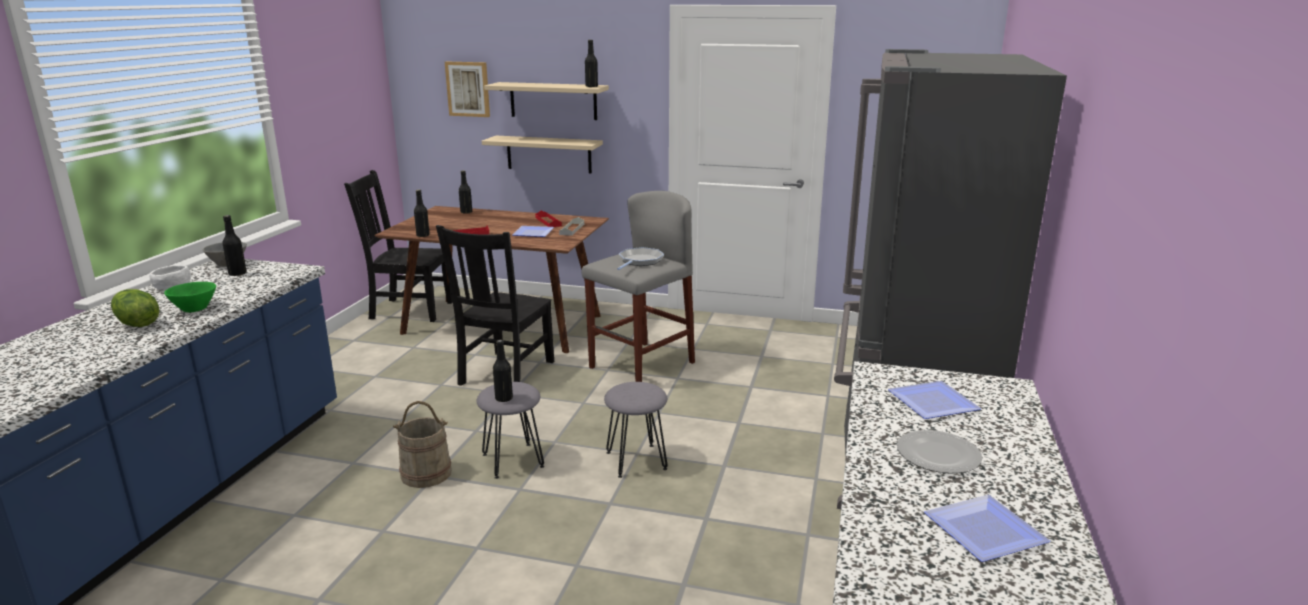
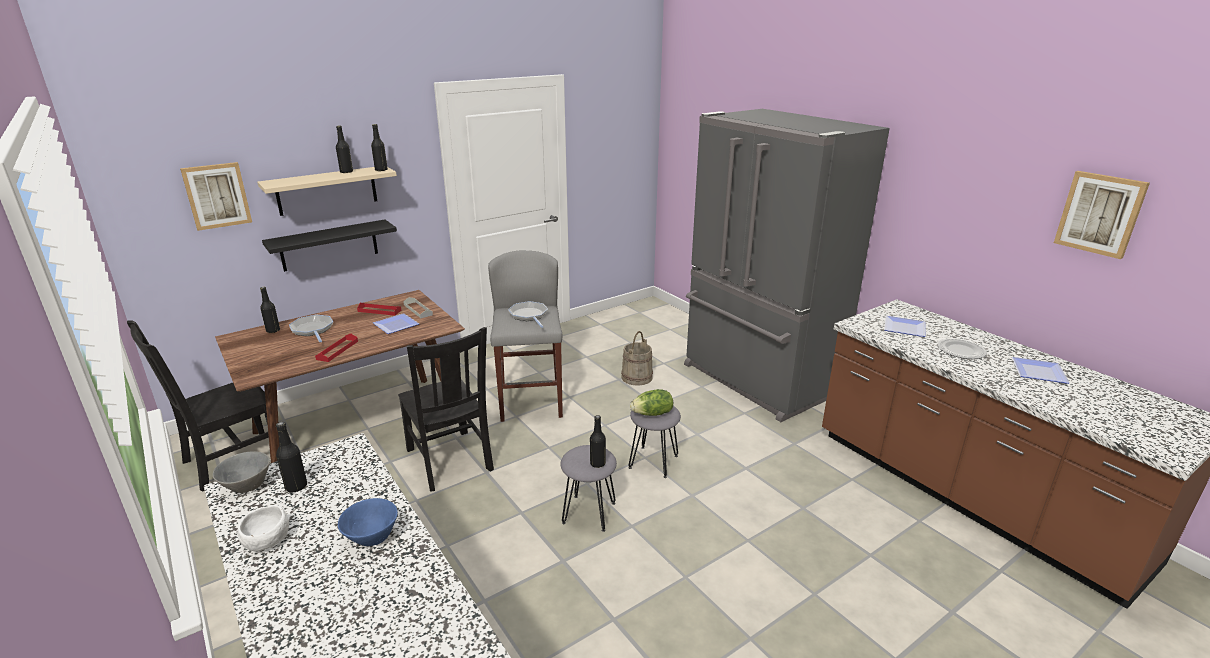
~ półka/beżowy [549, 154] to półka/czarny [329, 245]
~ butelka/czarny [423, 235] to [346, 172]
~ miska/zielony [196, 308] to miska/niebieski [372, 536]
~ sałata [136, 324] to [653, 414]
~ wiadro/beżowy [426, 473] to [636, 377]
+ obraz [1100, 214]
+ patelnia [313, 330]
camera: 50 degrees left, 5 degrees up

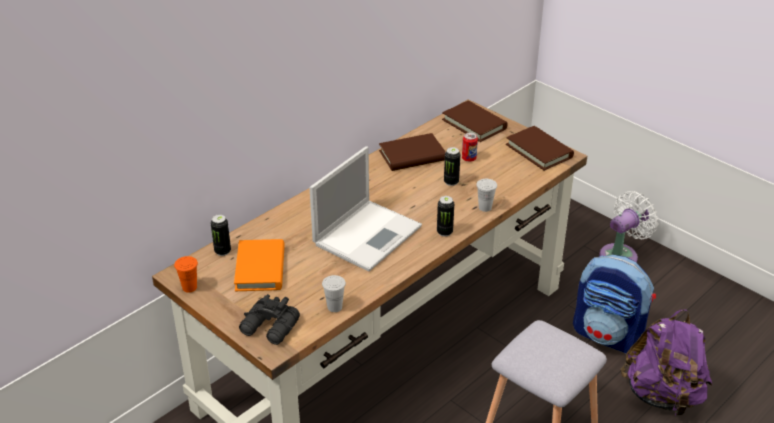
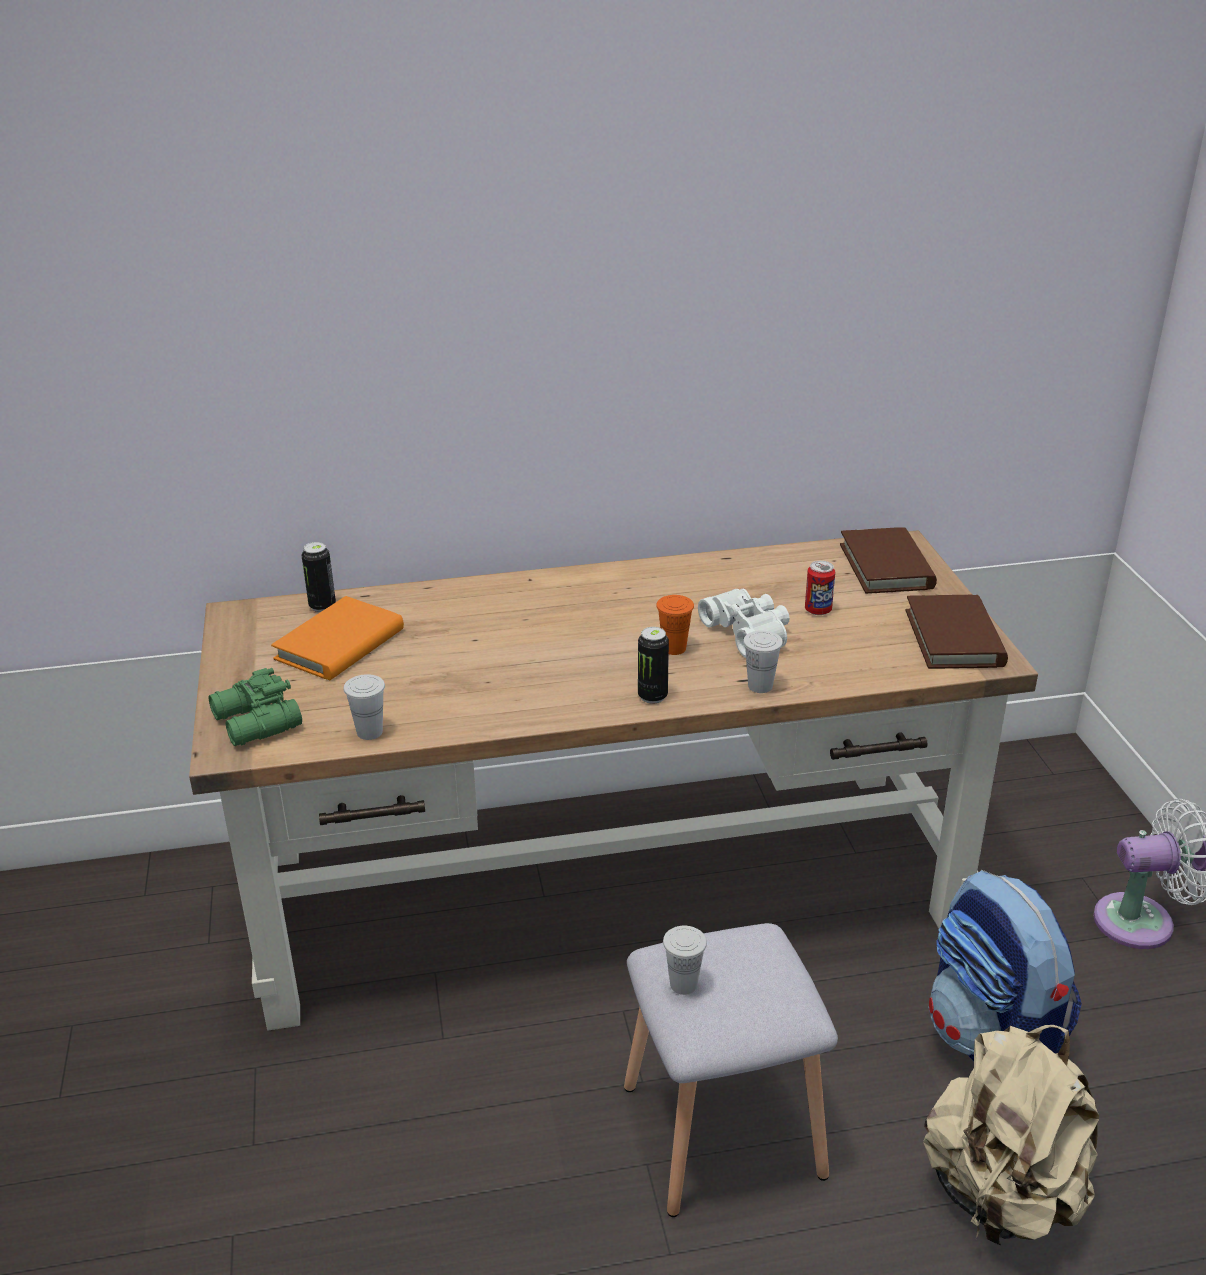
- książka/brązowy [412, 156]
- laptop [368, 234]
~ puszka [451, 182] to lornetka/biały [749, 632]
~ filiżanka/pomarańczowy [189, 287] to [674, 648]
~ lornetka/czarny [270, 328] to lornetka/zielony [255, 723]
~ plecak/fioletowy [662, 395] to plecak/beżowy [1002, 1194]
+ filiżanka/biały [683, 984]
camera: 35 degrees right, 5 degrees down

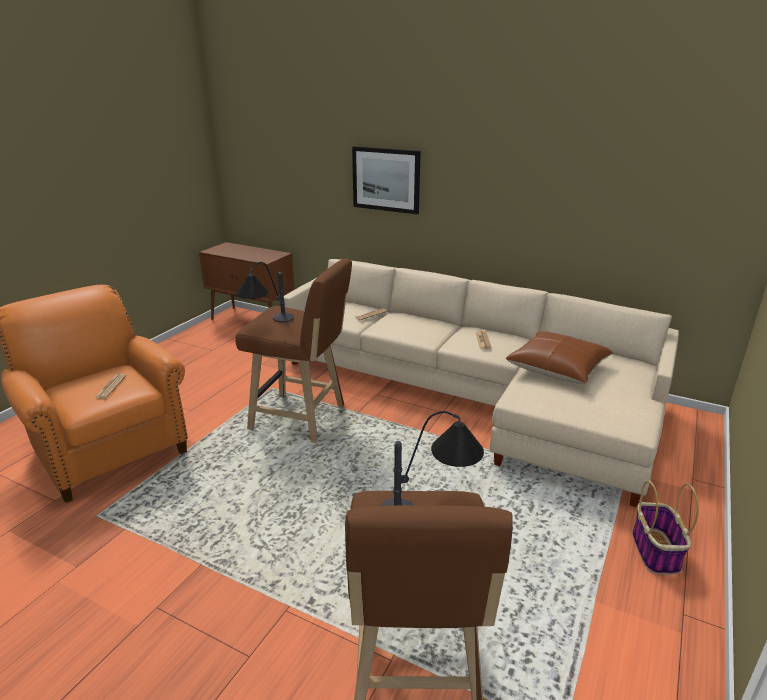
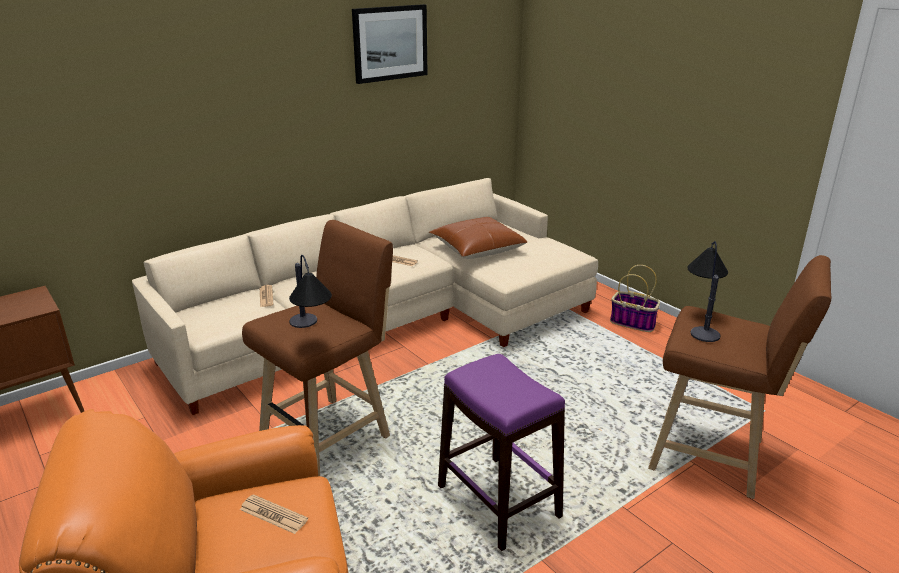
~ obraz [386, 179] to [390, 43]
+ stołek/fioletowy [498, 501]
camera: 65 degrees left, 0 degrees up

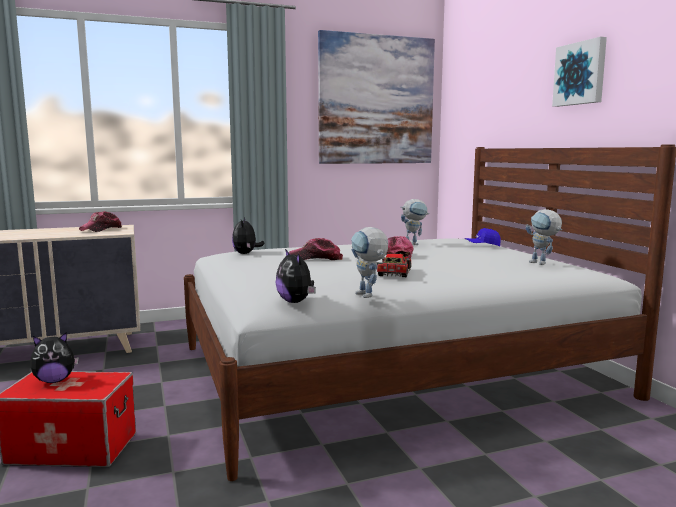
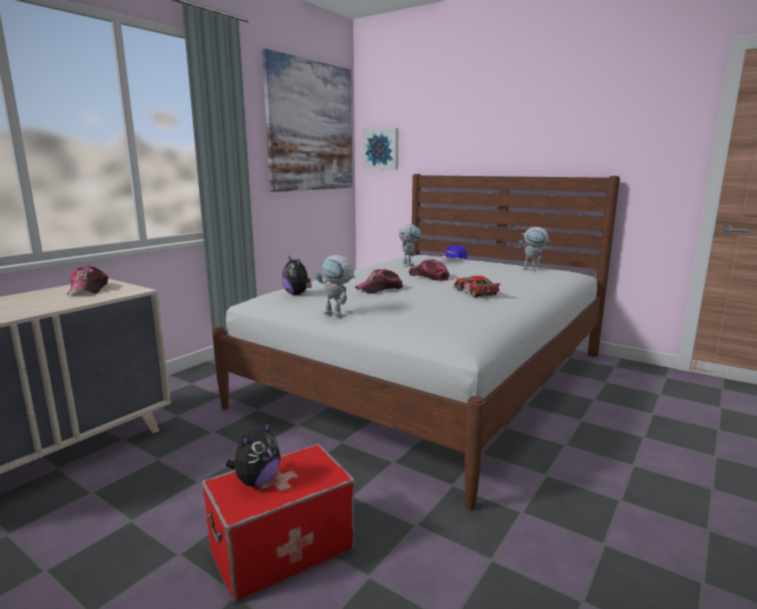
~ obraz [580, 73] to [382, 149]
~ robot zabawkowy [368, 296] to [337, 314]
- pluszak [296, 302]
camera: 35 degrees left, 5 degrees up

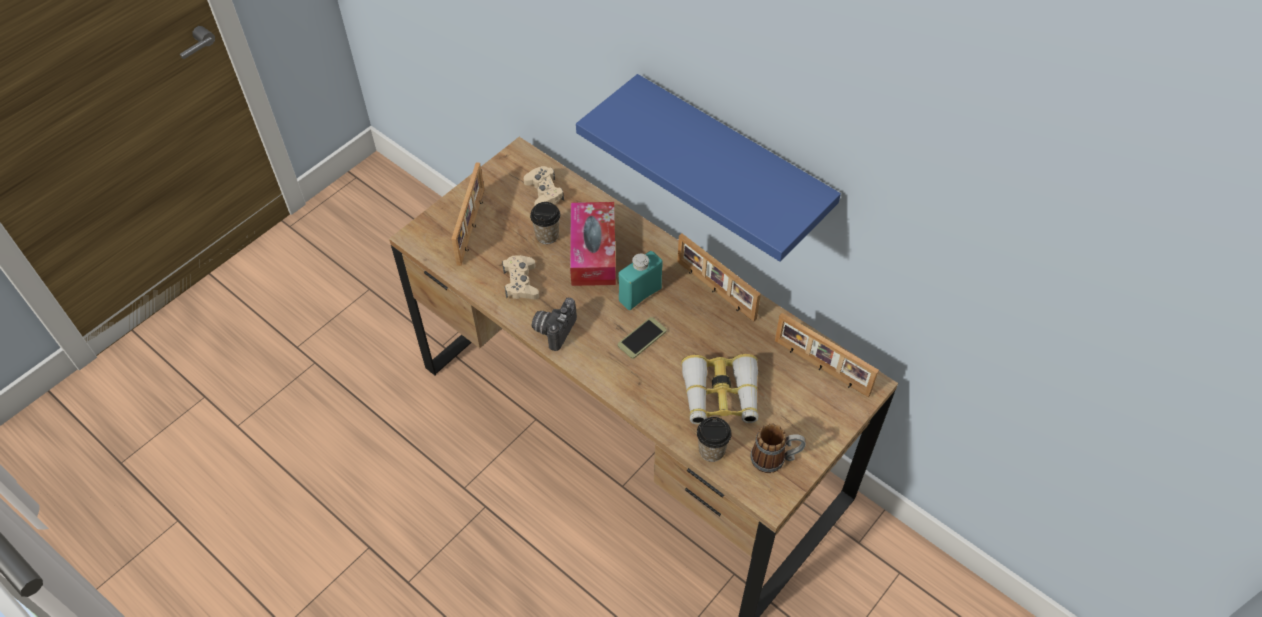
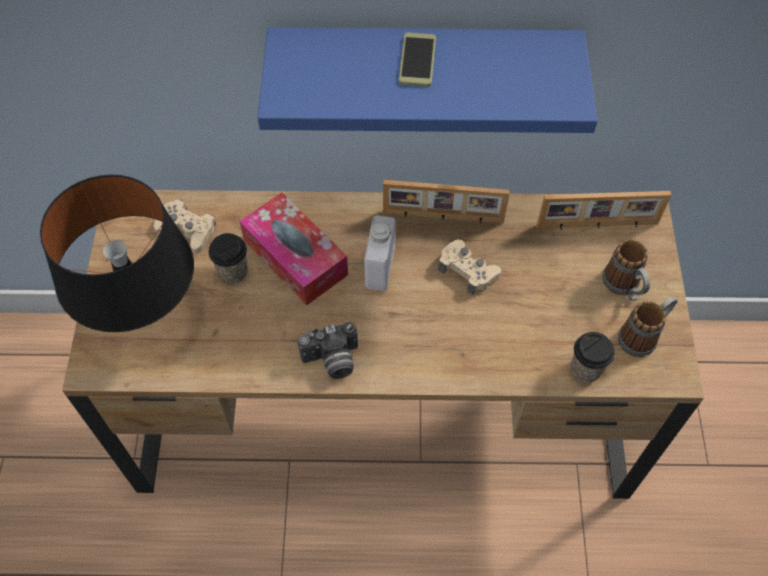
~ ramka na zdjęcie [472, 226] to lampa stołowa/czarny [145, 315]
~ butelka/turkusowy [640, 294] to butelka/biały [380, 268]
~ pad do gier/beżowy [521, 282] to [468, 270]
~ aparat fotograficzny [554, 329] = [332, 361] 90 degrees counterclockwise
~ telefon [642, 338] to [417, 60]
- lornetka [720, 396]
+ kubek [624, 287]
camera: 40 degrees left, 5 degrees up

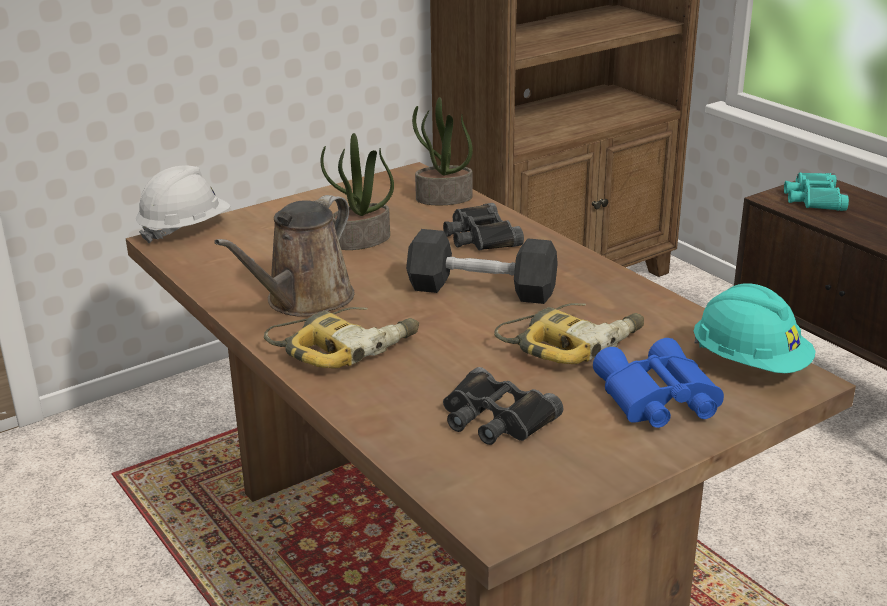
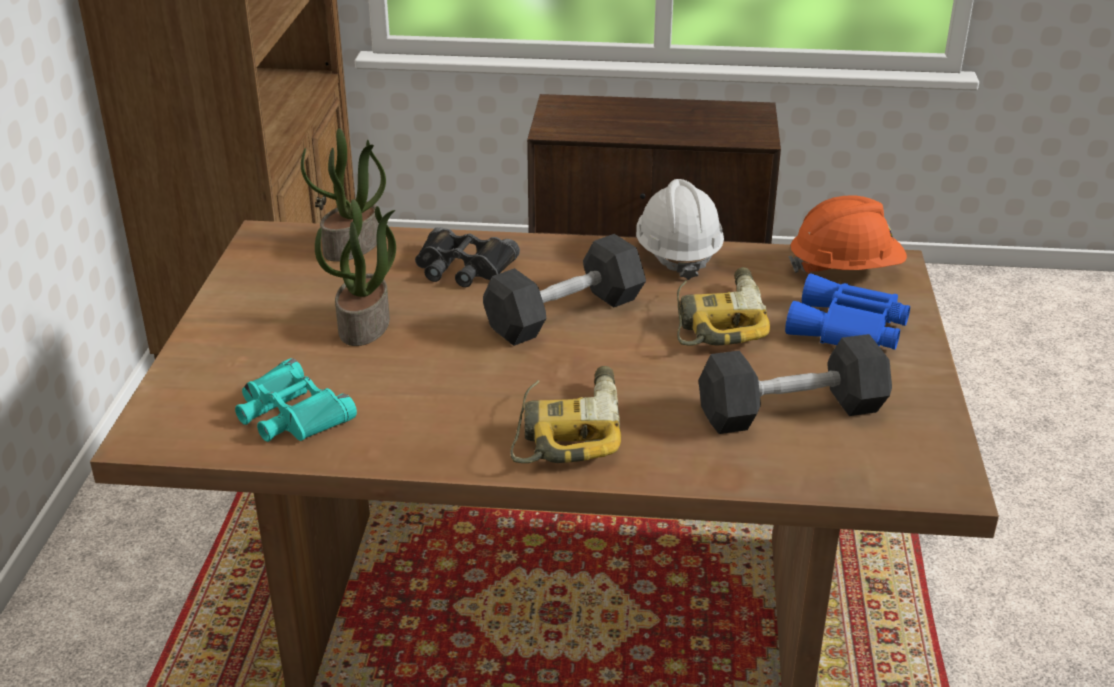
~ kask/biały [185, 229] to [677, 255]
~ lornetka/turkusowy [813, 198] to [290, 414]
- konewka/brązowy [304, 301]
~ kask/turkusowy [749, 364] to kask/pomarańczowy [845, 269]
~ lornetka/czarny [495, 418] to hantel/czarny [791, 411]
camera: 50 degrees left, 5 degrees up

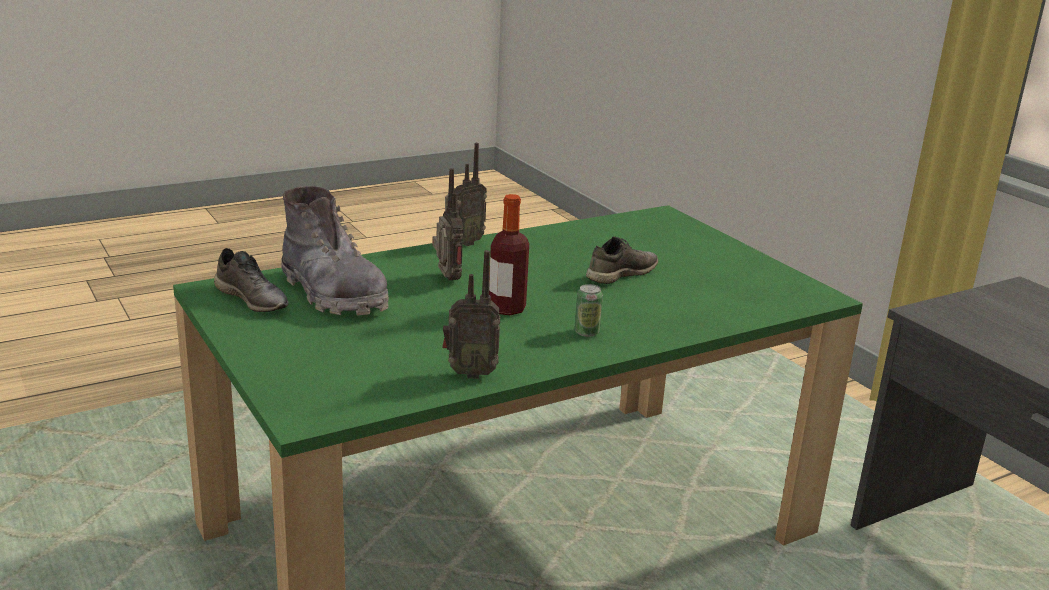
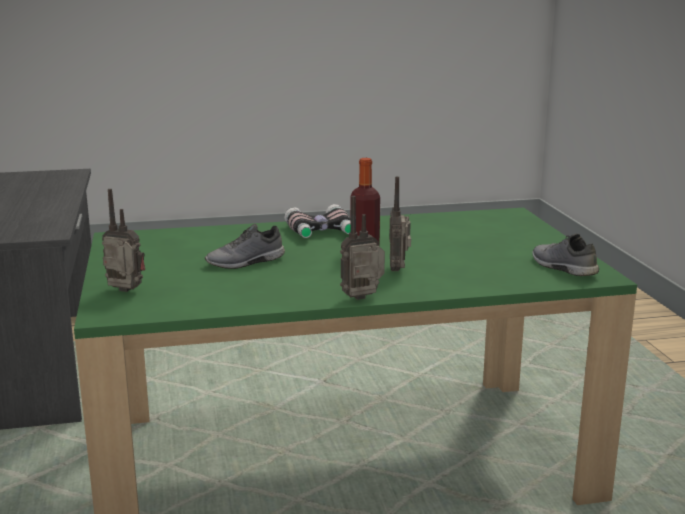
- but z cholewką/szary [333, 293]
~ radio [470, 373] to [124, 292]
~ puszka [586, 332] to lornetka [321, 232]
camera: 160 degrees left, 5 degrees down

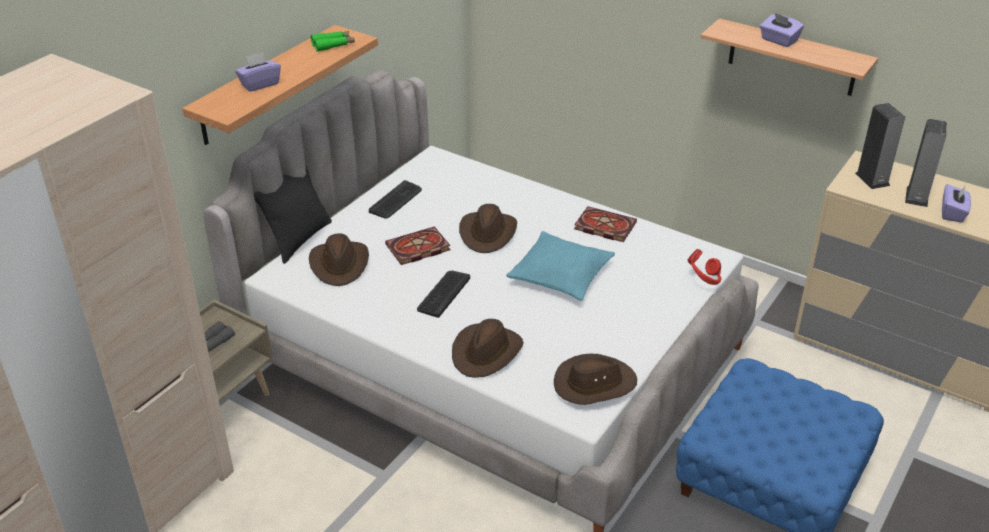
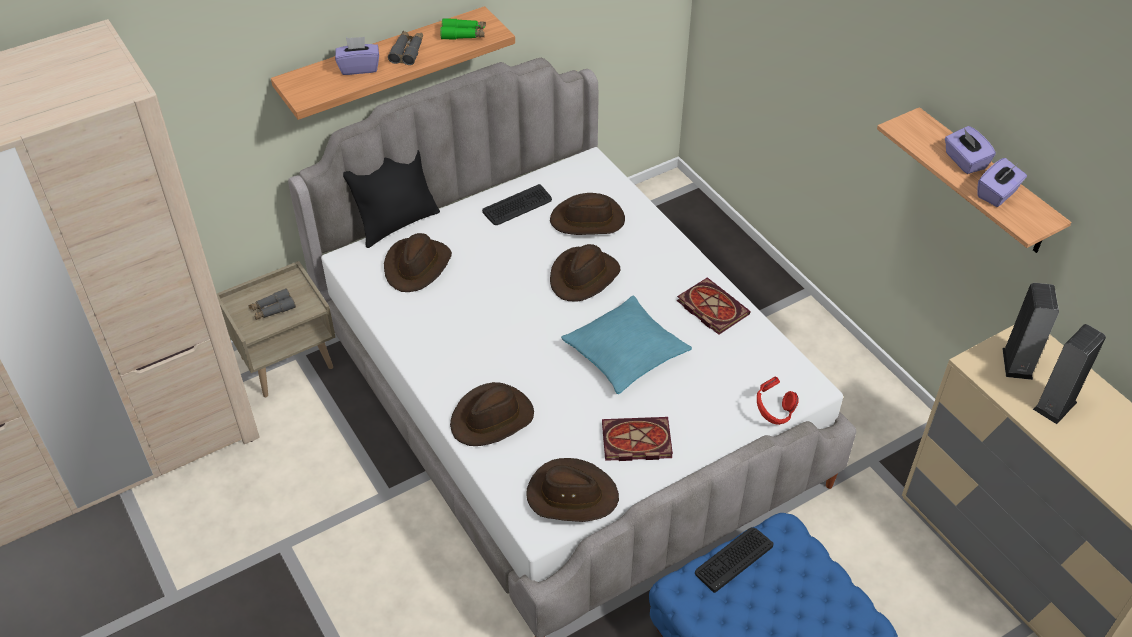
~ pudełko chusteczek/fioletowy [952, 213] to [997, 194]
~ książka [417, 249] to [634, 442]
~ klawiatura [443, 294] to [733, 559]
+ lornetka/szary [407, 52]
+ kapelusz/brązowy [588, 220]
camera: 25 degrees right, 10 degrees up

